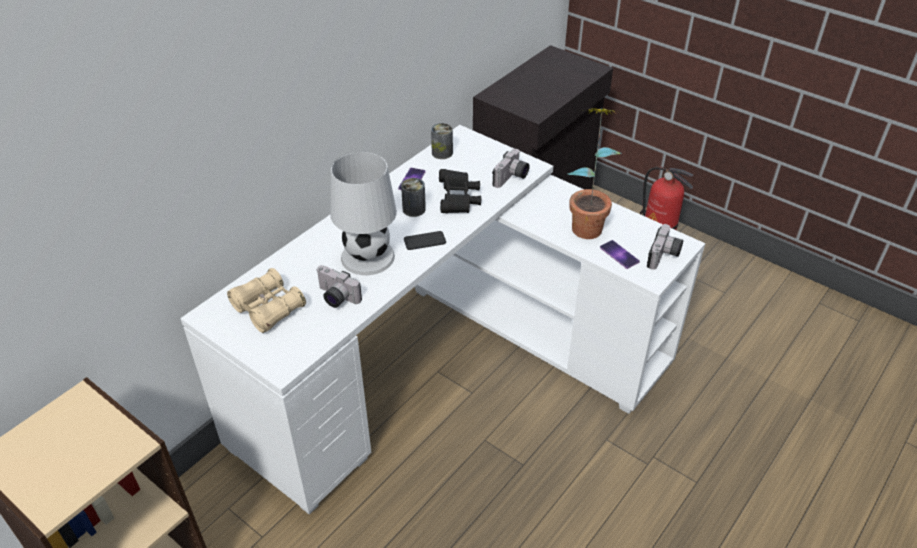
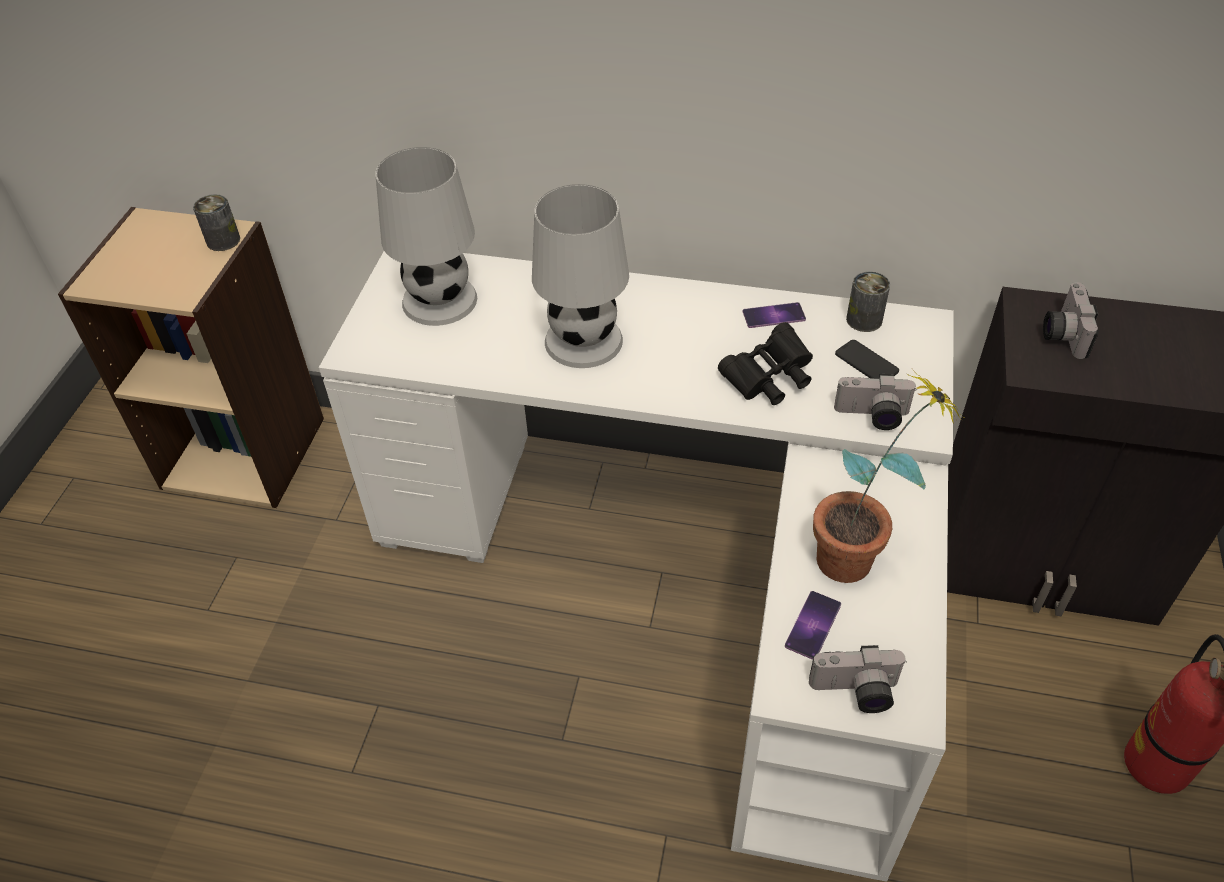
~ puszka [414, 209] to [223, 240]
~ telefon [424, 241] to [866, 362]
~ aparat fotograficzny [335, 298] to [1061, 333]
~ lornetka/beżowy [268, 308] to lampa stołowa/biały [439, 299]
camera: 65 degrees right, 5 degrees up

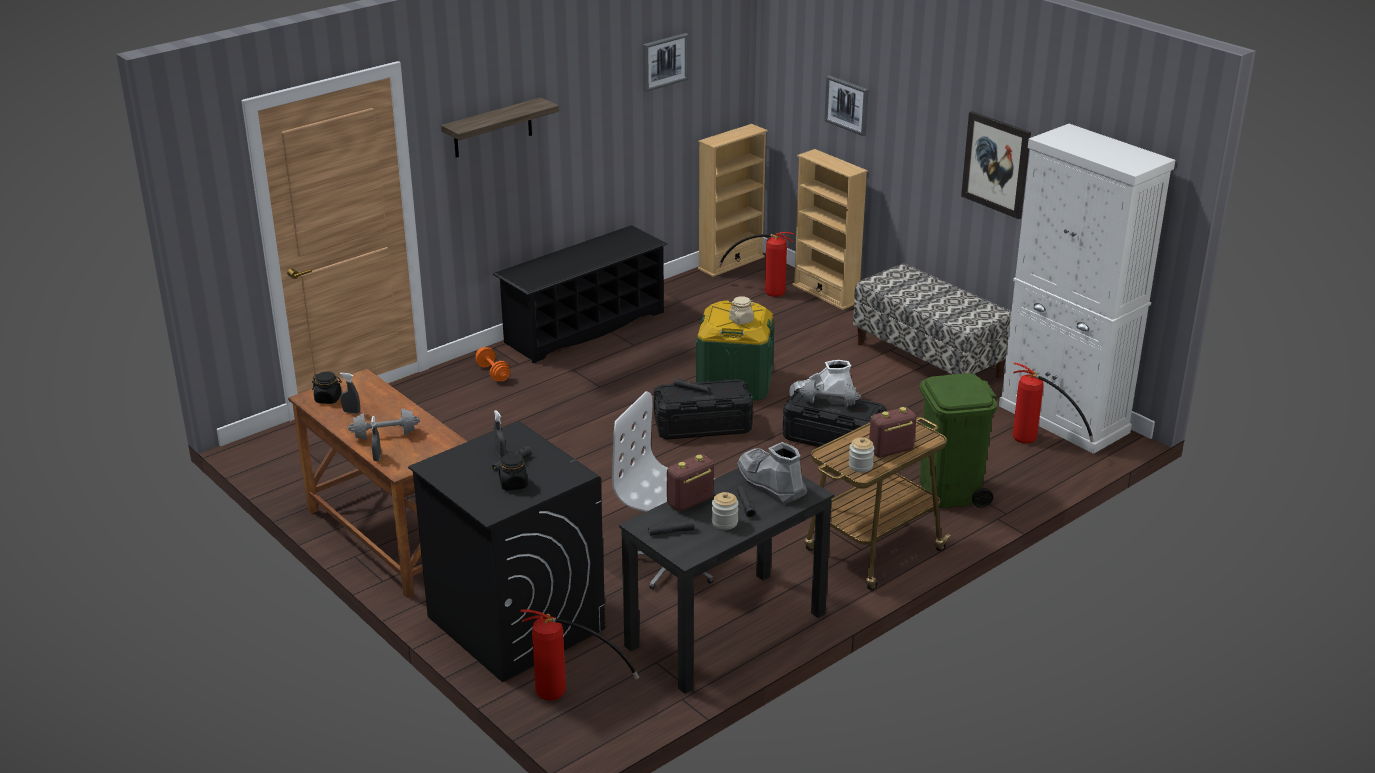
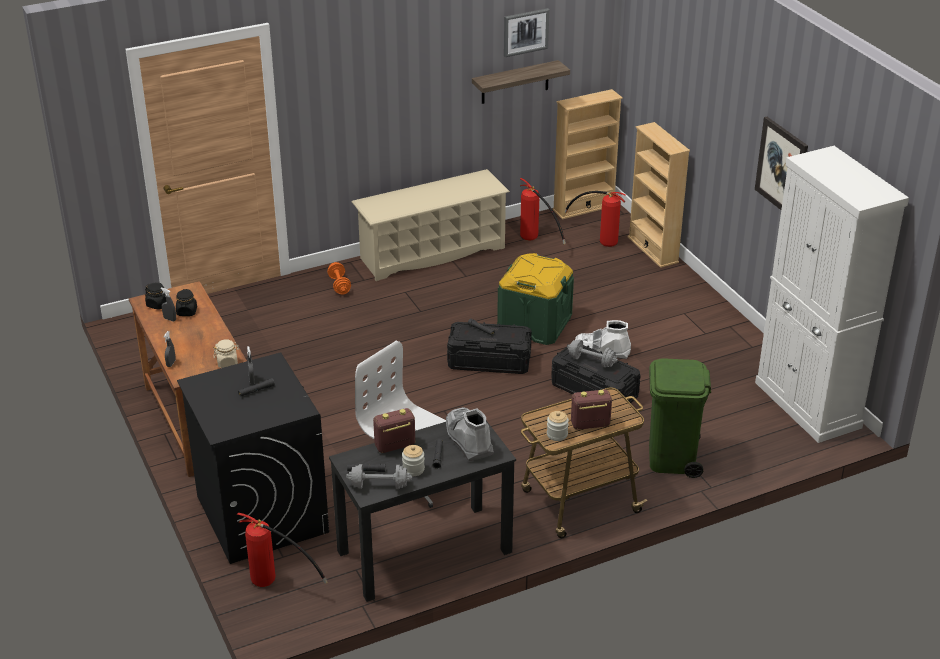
- obraz [847, 105]
~ półka [492, 128] to [515, 82]
~ regał na buty/czarny [584, 327] to regał na buty/beżowy [432, 253]
- ławka [929, 360]
~ słoik/beżowy [741, 320] to [227, 362]
~ gaśnica [1037, 443] to [535, 241]
~ hantel/szary [385, 435] to [379, 485]
~ słoik/czarny [513, 484] to [187, 312]
camera: 15 degrees right, 5 degrees up

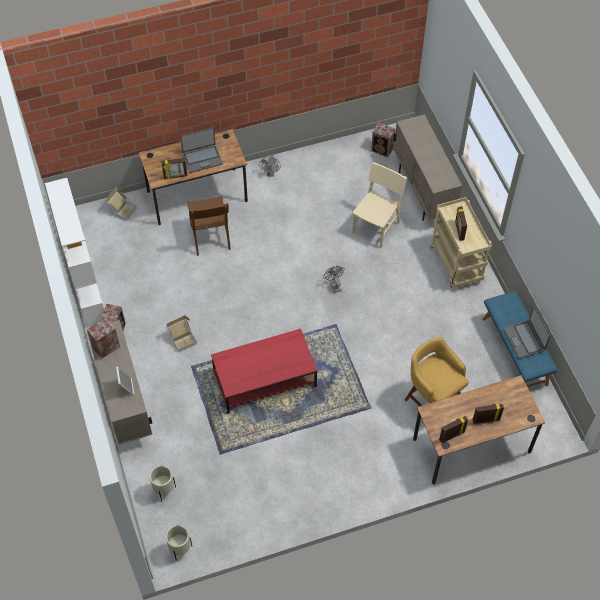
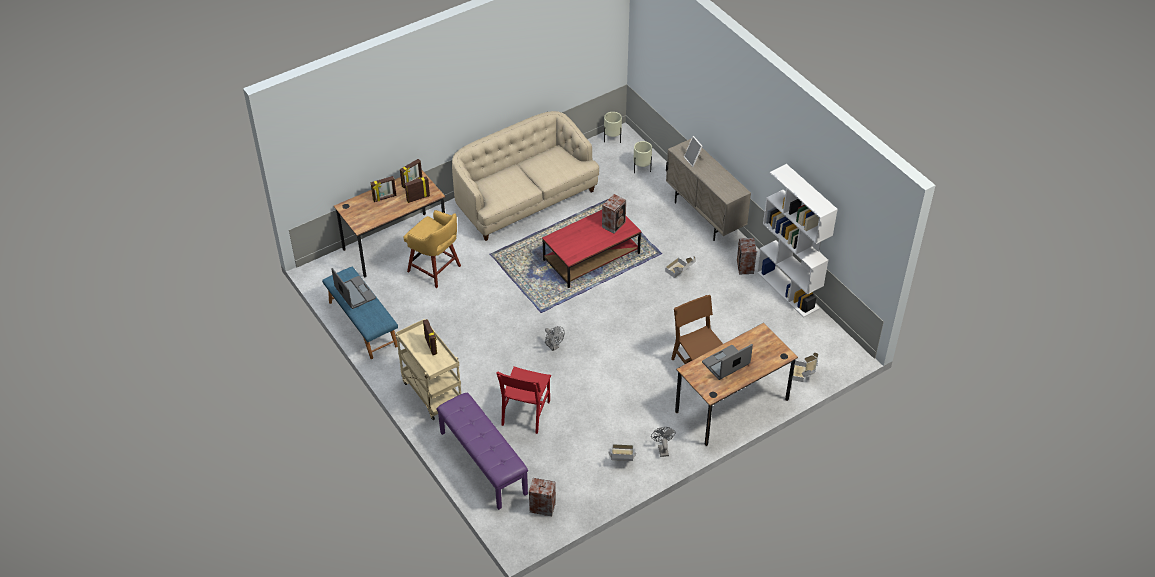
~ szafka/beżowy [423, 193] to ławka/fioletowy [482, 463]
~ ramka na zdjęcie [175, 176] to [418, 198]
~ krzesło/beżowy [376, 227] to krzesło/czerwony [525, 413]
~ głośnik [105, 347] to [614, 224]
+ kanapa/beżowy [524, 199]
+ karton [622, 459]
camera: 165 degrees right, 10 degrees down

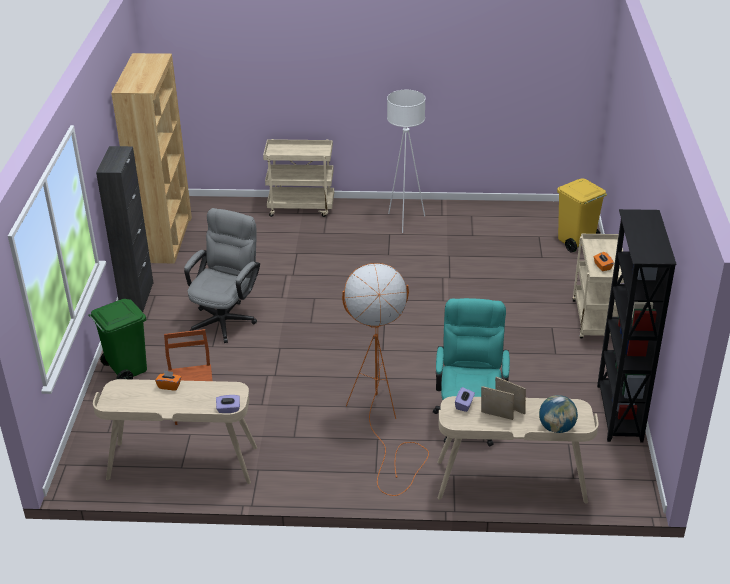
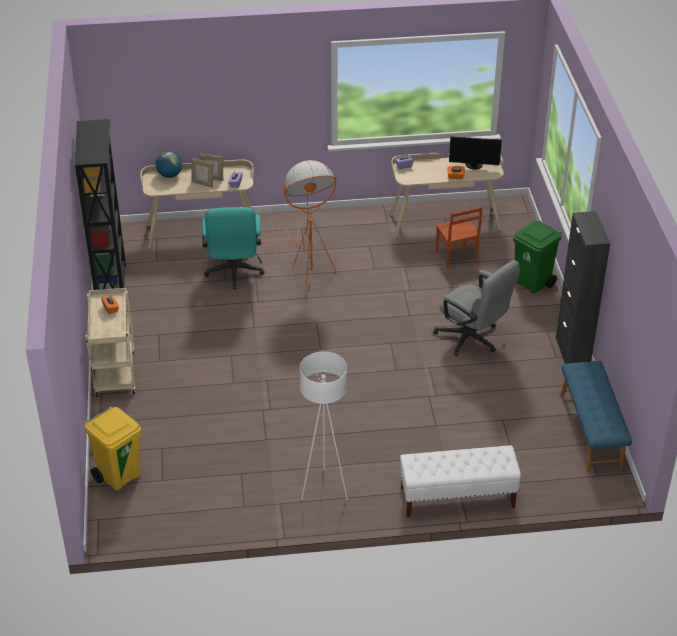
~ regał/brązowy [165, 239] to ławka/niebieski [591, 430]
~ wózek/beżowy [301, 207] to ławka/biały [457, 498]
~ krzesło biurowe/szary [226, 318] = [472, 340] 60 degrees counterclockwise
+ monitor [474, 165]
camera: 170 degrees right, 5 degrees up

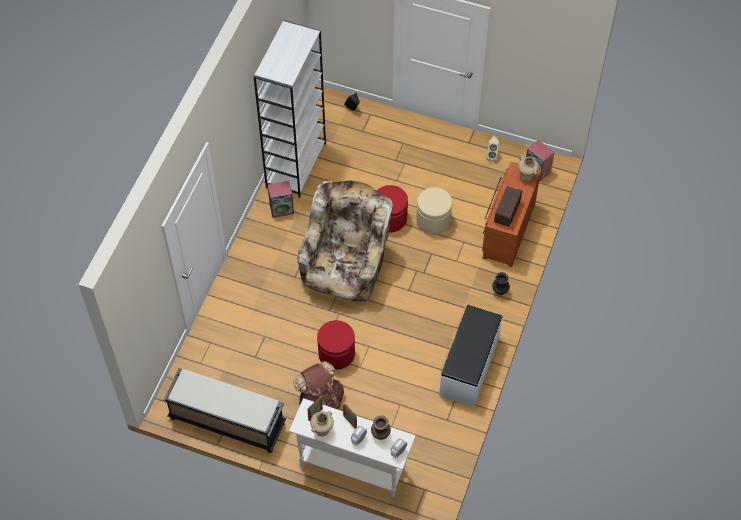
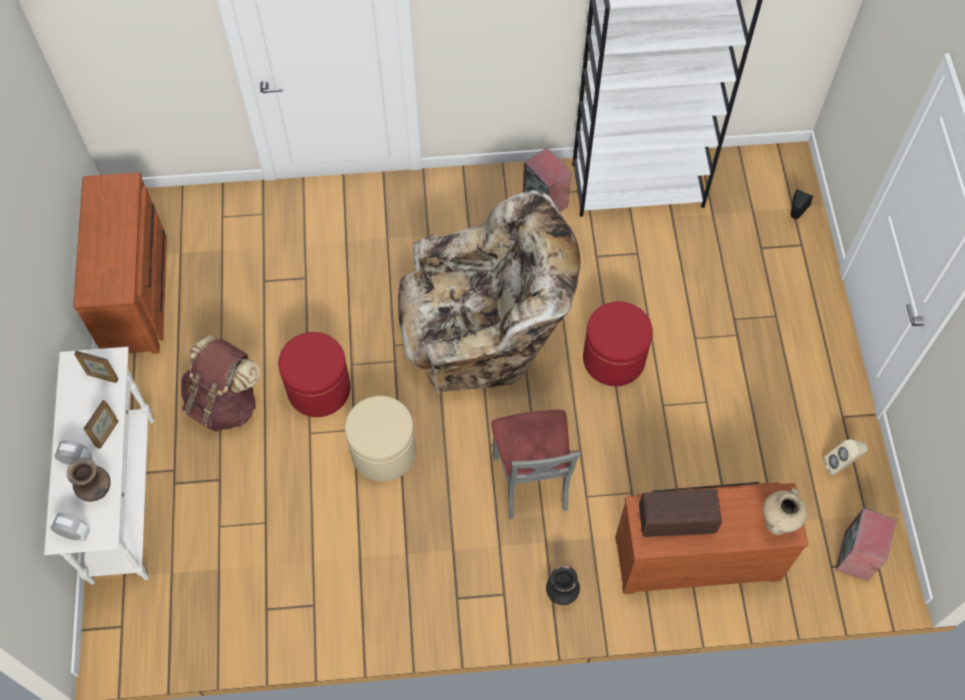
~ pufa/beżowy [433, 221] to [383, 452]
- ławka/biały [470, 366]
~ ławka/czarny [226, 421] to komoda/brązowy [138, 291]
- wazon/beżowy [322, 431]
+ krzesło/szary [532, 481]
camera: 65 degrees right, 5 degrees up

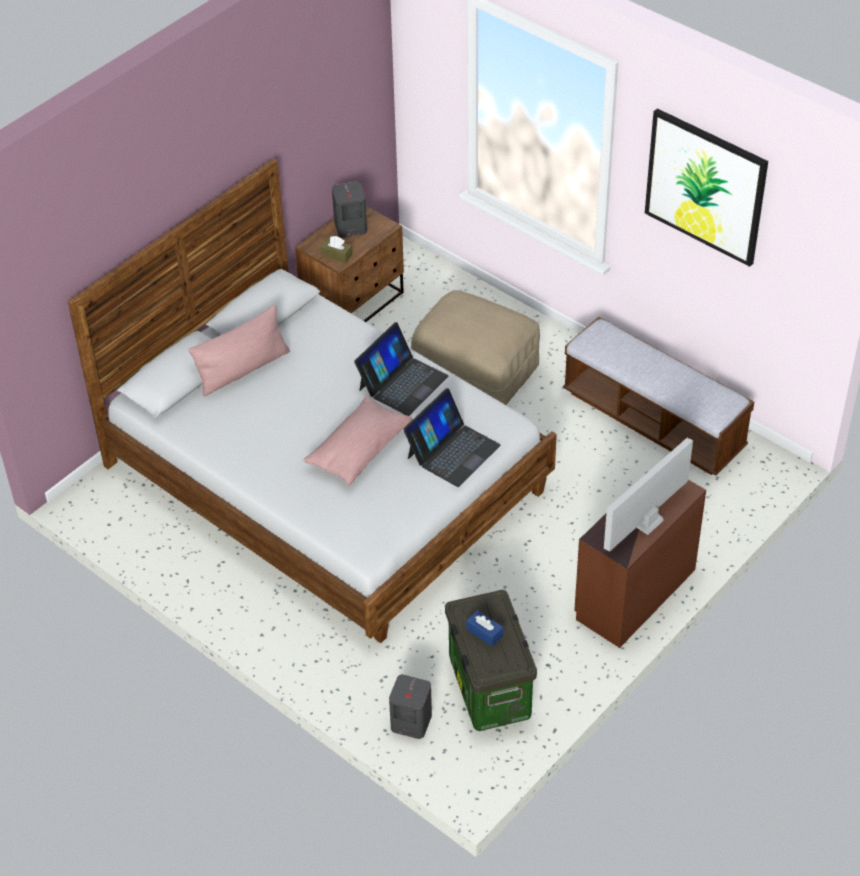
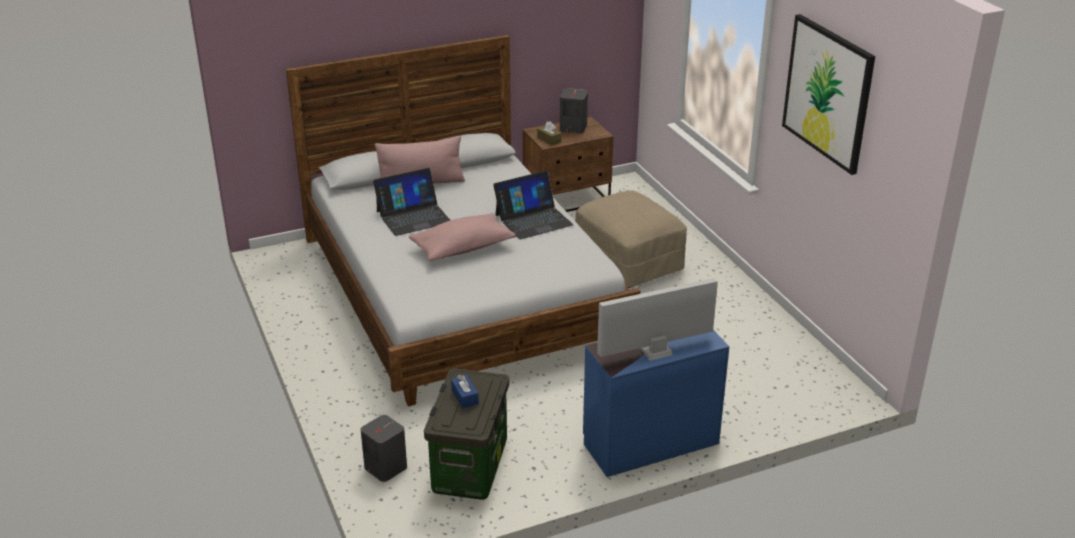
- ławka [653, 421]
~ laptop [452, 451] to [413, 216]
~ komoda/brązowy [633, 594] to komoda/niebieski [649, 443]
camera: 25 degrees right, 15 degrees down

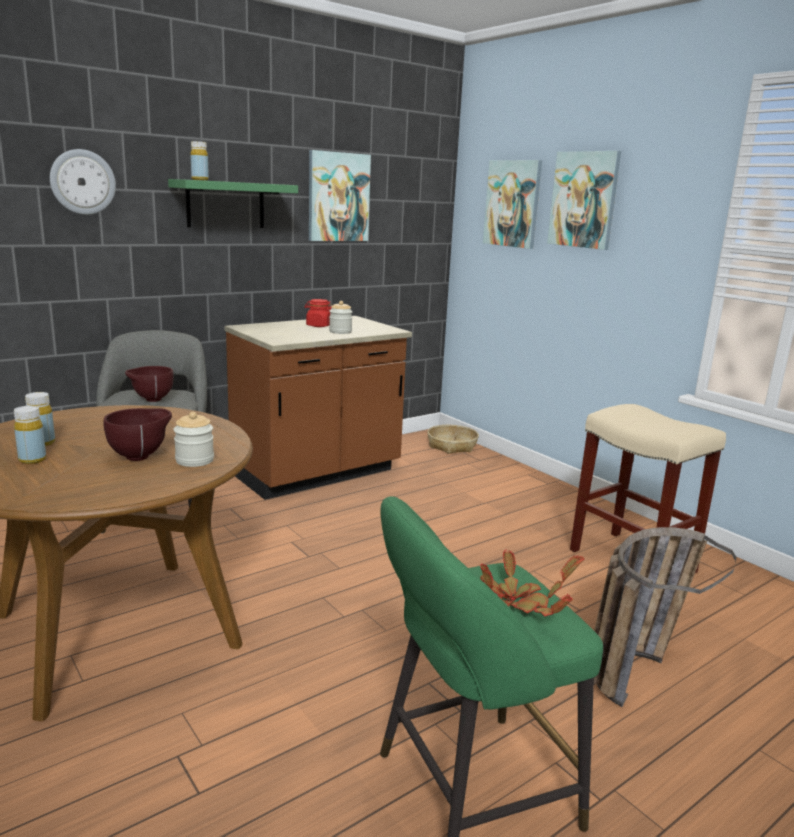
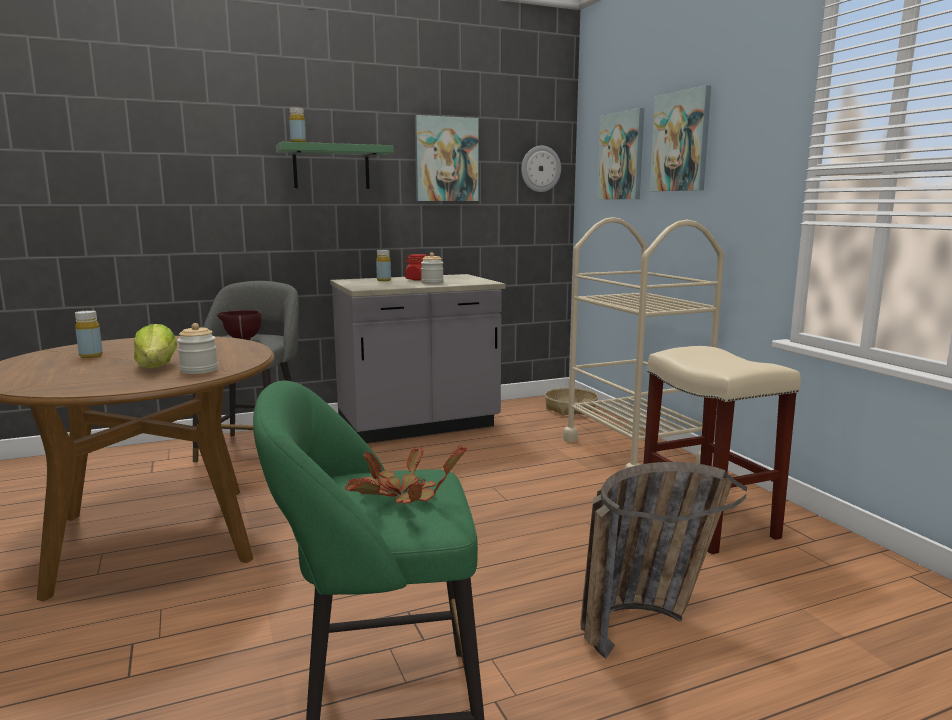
~ zegar ścienny [82, 182] to [540, 169]
~ zabudowa kuchenna/brązowy [317, 474] to zabudowa kuchenna/szary [418, 426]
~ butelka/żółty [32, 459] to [384, 280]
~ miska/brązowy [141, 457] to sałata [157, 366]
+ wózek/beżowy [634, 452]
camera: 15 degrees right, 5 degrees down

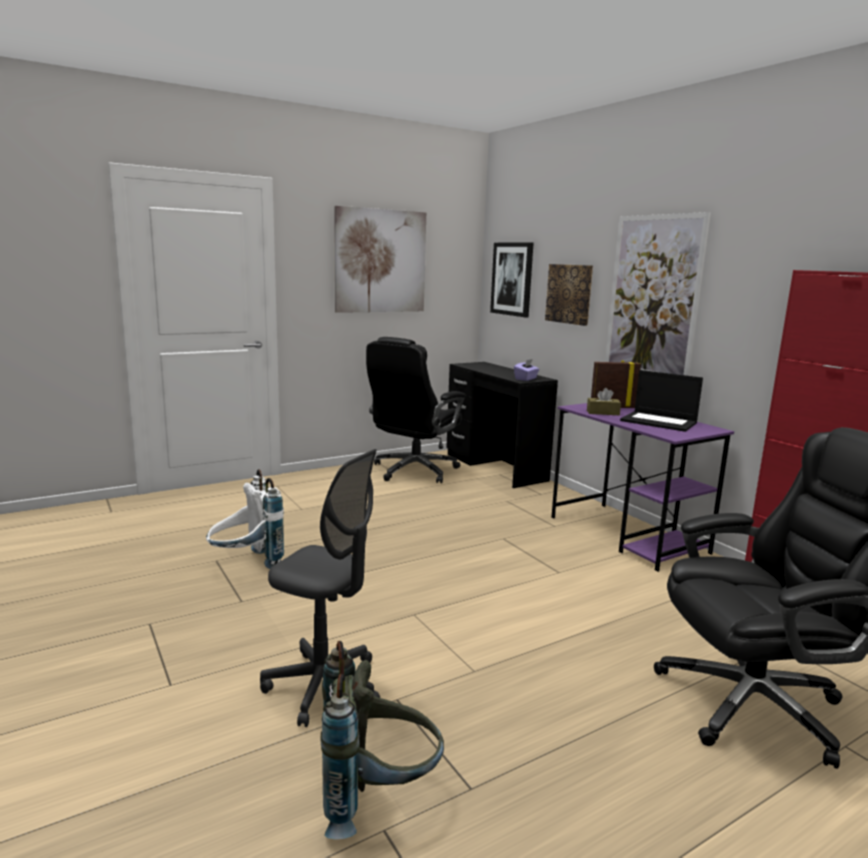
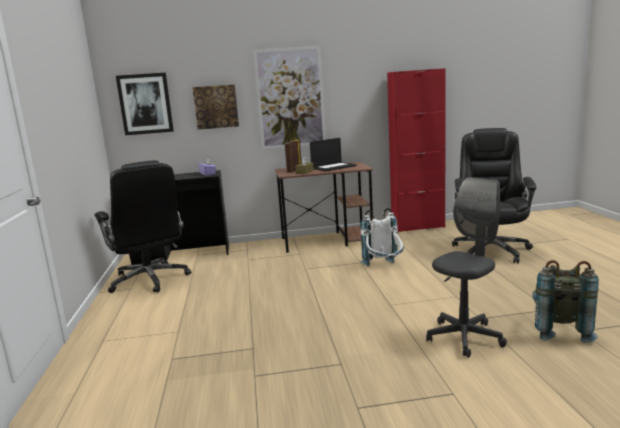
- obraz [380, 261]
~ biurko/fioletowy [628, 535] to biurko/brązowy [327, 240]
~ plecak/biały [246, 565] to [384, 268]
camera: 65 degrees left, 0 degrees up

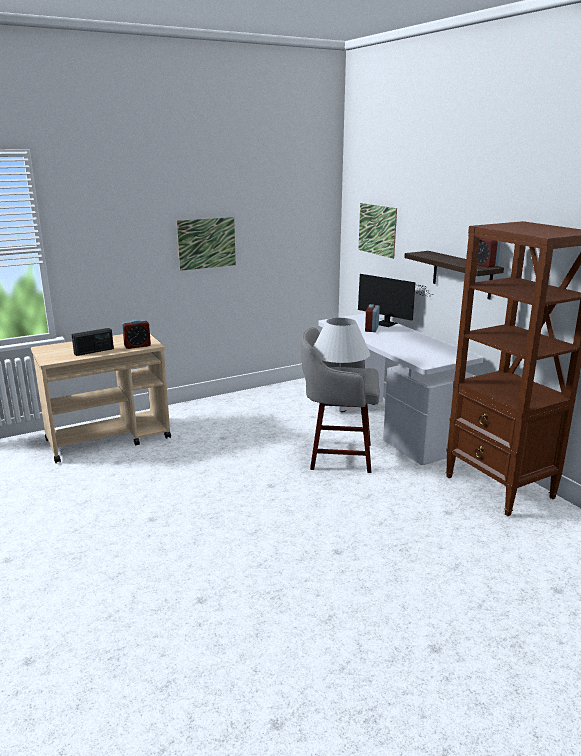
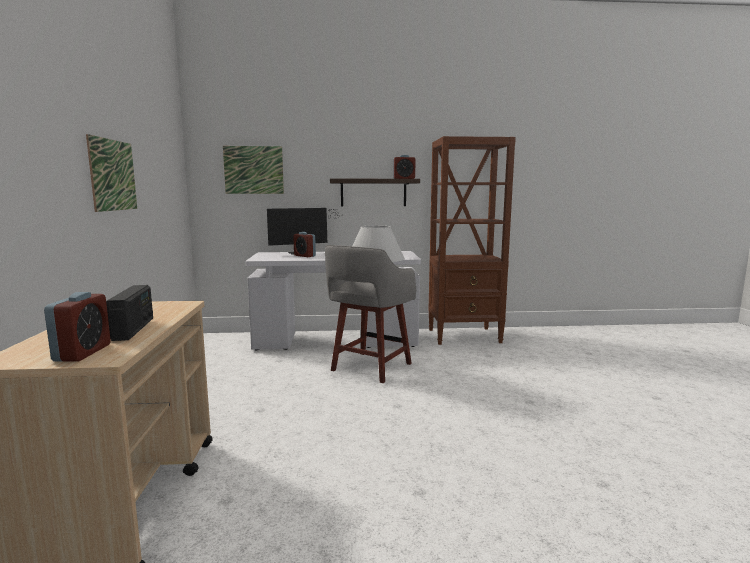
~ budzik [137, 346] to [82, 353]
camera: 65 degrees left, 10 degrees down

